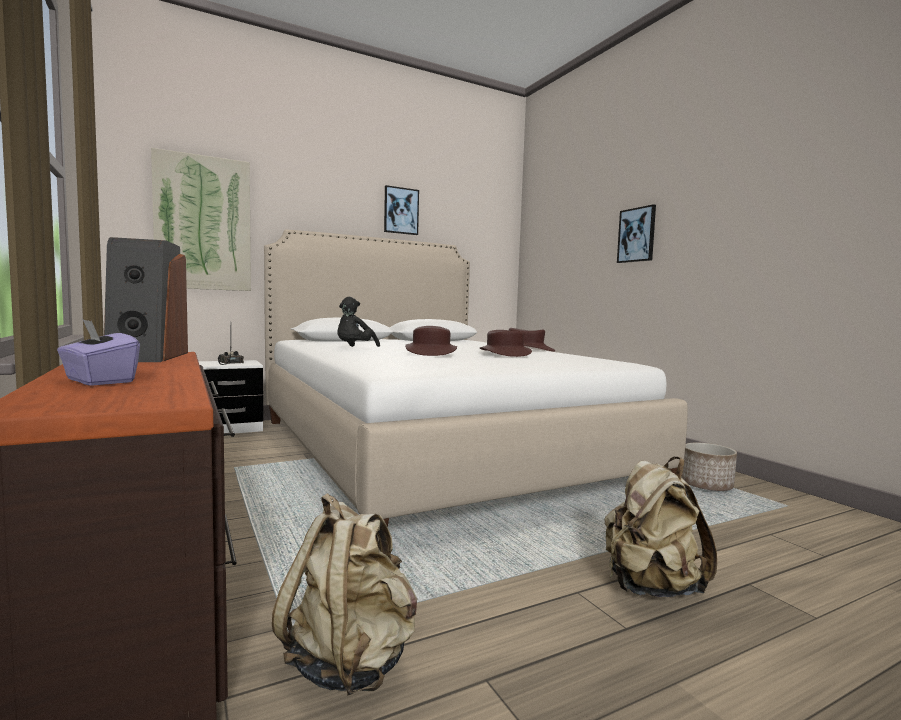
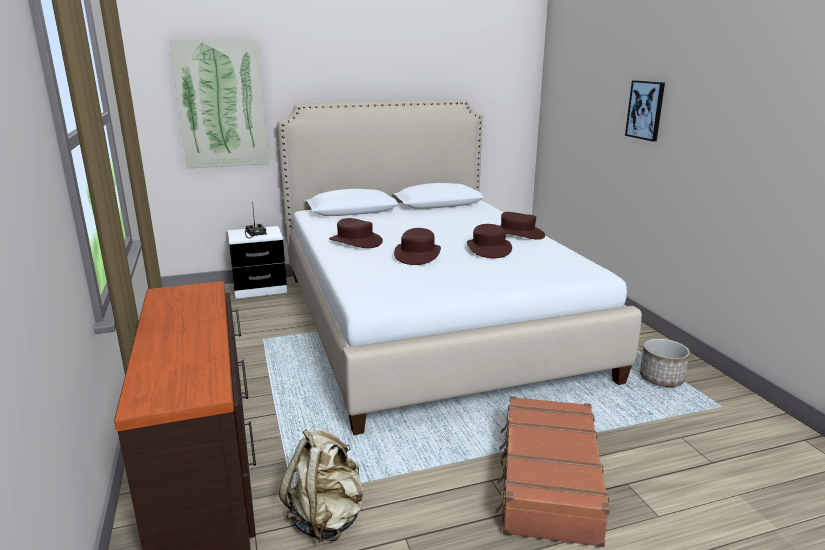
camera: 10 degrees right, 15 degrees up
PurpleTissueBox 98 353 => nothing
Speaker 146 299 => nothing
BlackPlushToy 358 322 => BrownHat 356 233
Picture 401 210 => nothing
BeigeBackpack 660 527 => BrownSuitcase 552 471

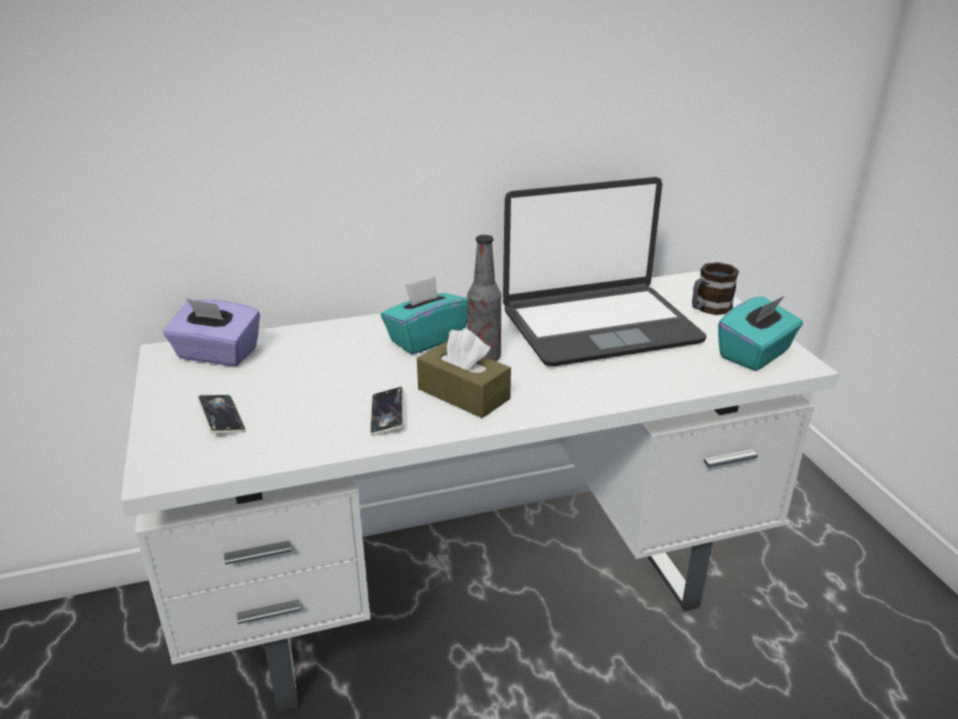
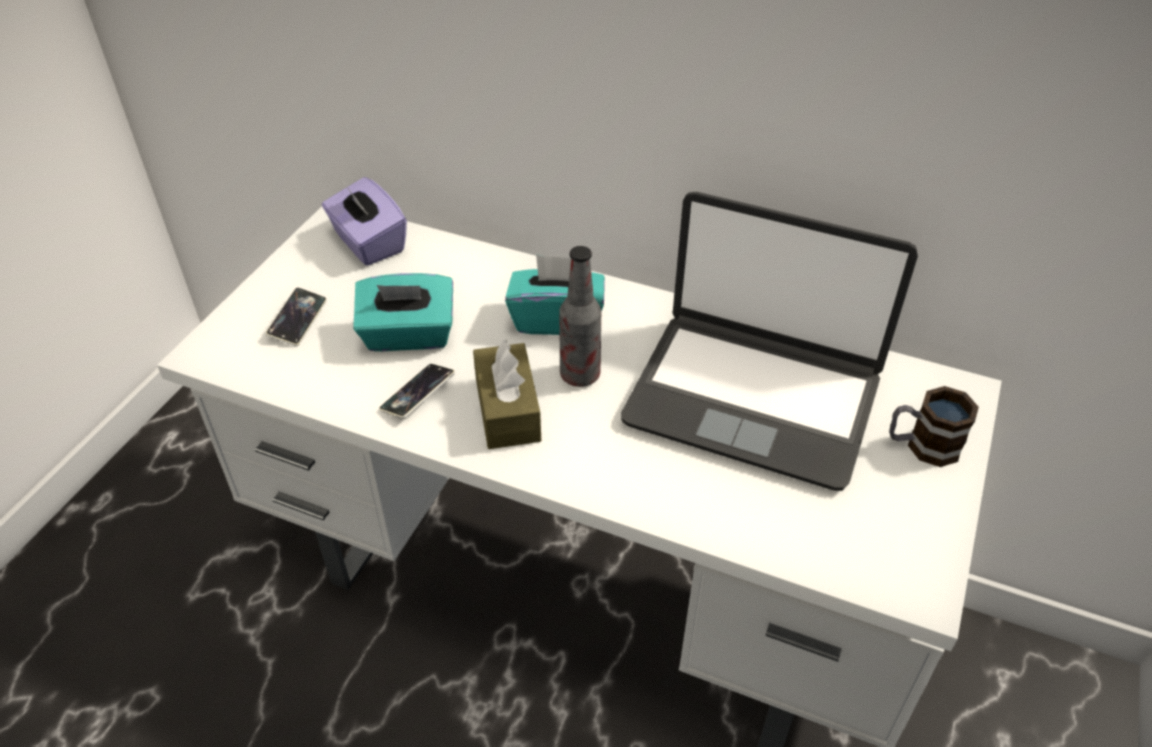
camera: 40 degrees right, 15 degrees up
TurquoiseTissueBox 760 333 => TurquoiseTissueBox 403 312, move

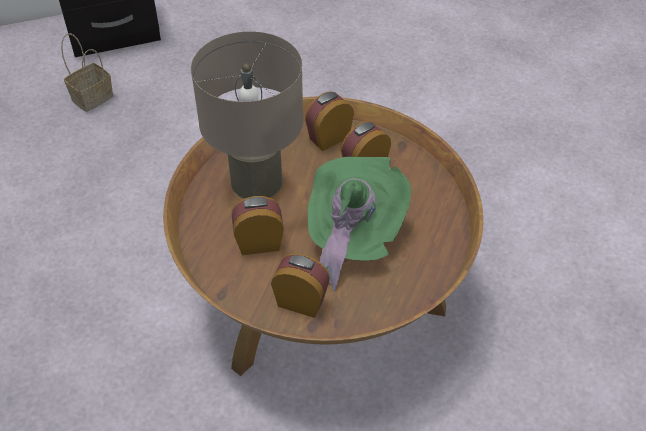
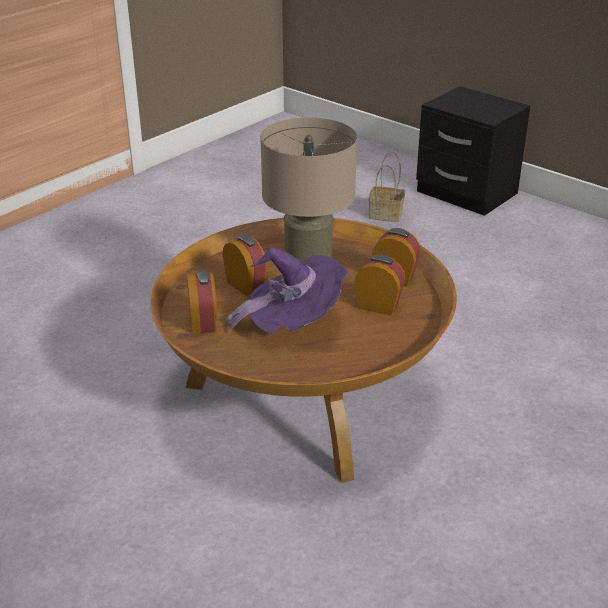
camera: 60 degrees right, 15 degrees down
GreenHat 359 224 => PurpleHat 286 291

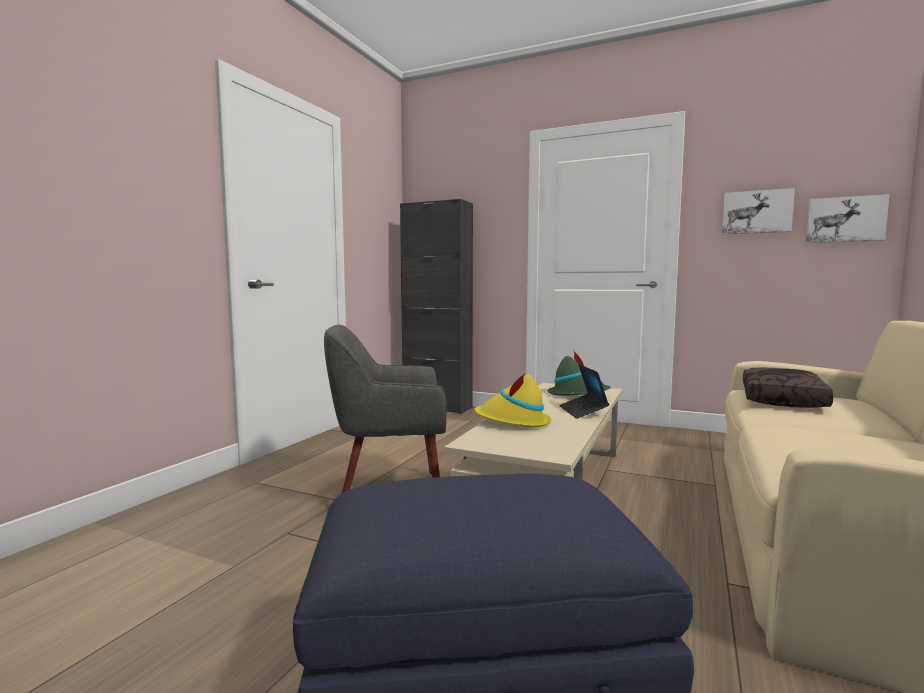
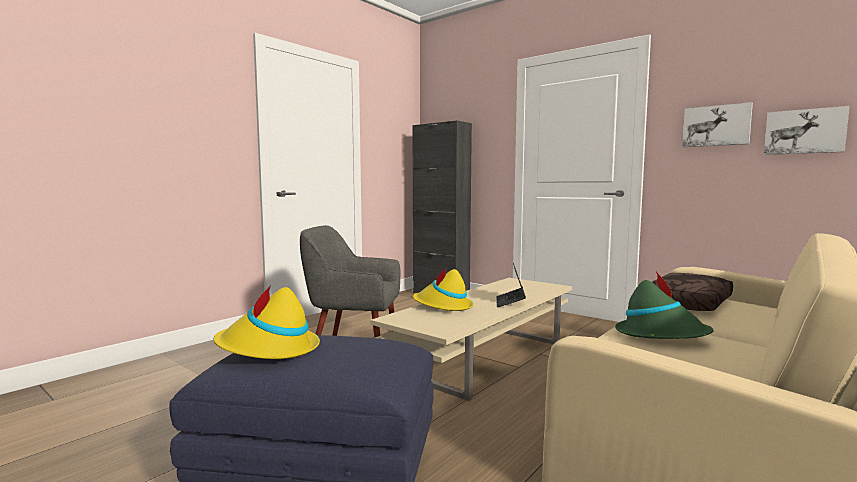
camera: 15 degrees right, 0 degrees up
GreenHat 579 373 => GreenHat 664 305, move
nothing => YellowHat 267 322

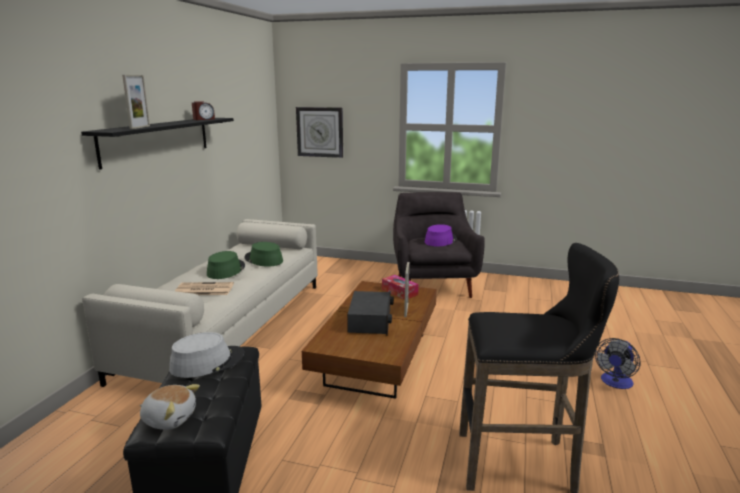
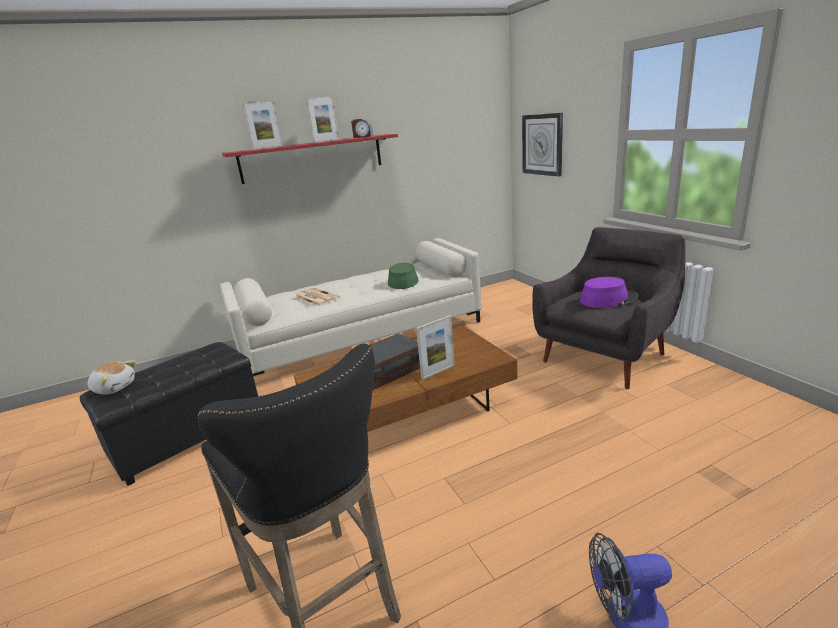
camera: 50 degrees right, 5 degrees up
BlackShelf 157 144 => RedShelf 310 159
PlushToy 170 407 => PlushToy 111 377, 45 degrees counterclockwise
GreyHat 207 355 => nothing
GreenHat 226 265 => nothing
TissueBox 400 287 => nothing
nothing => PictureFrame 322 119

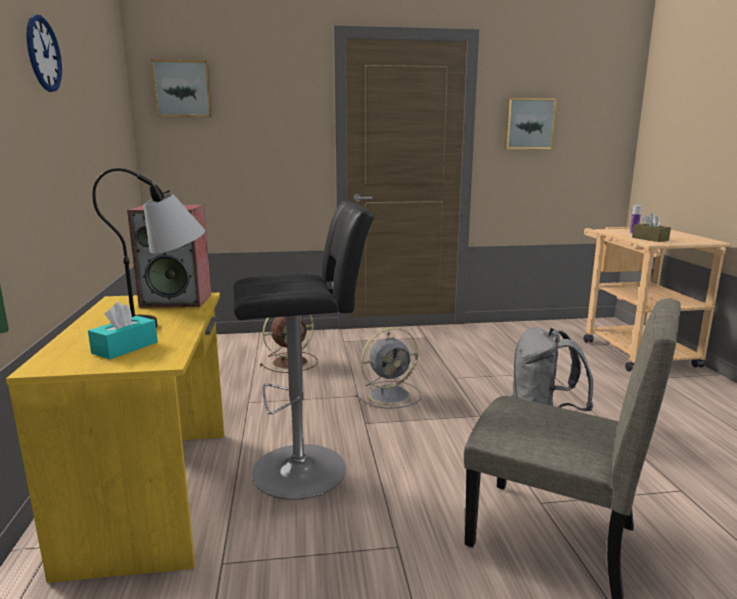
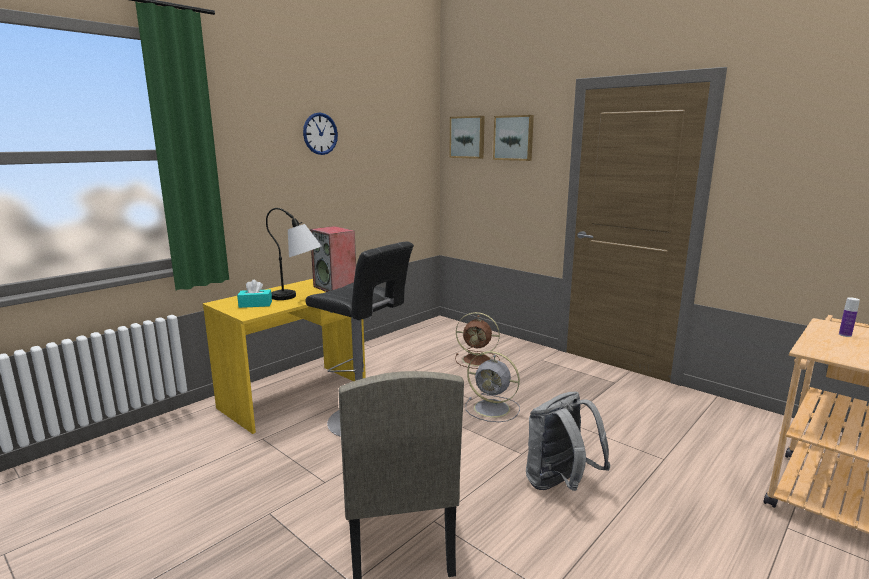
camera: 50 degrees right, 0 degrees up
Picture 530 123 => Picture 513 138, move
BrownTissueBox 651 227 => nothing

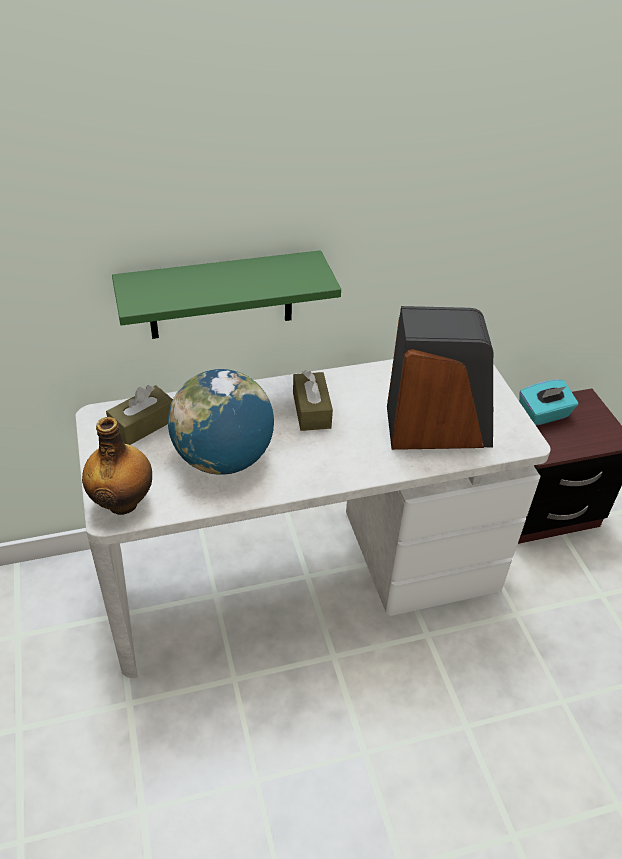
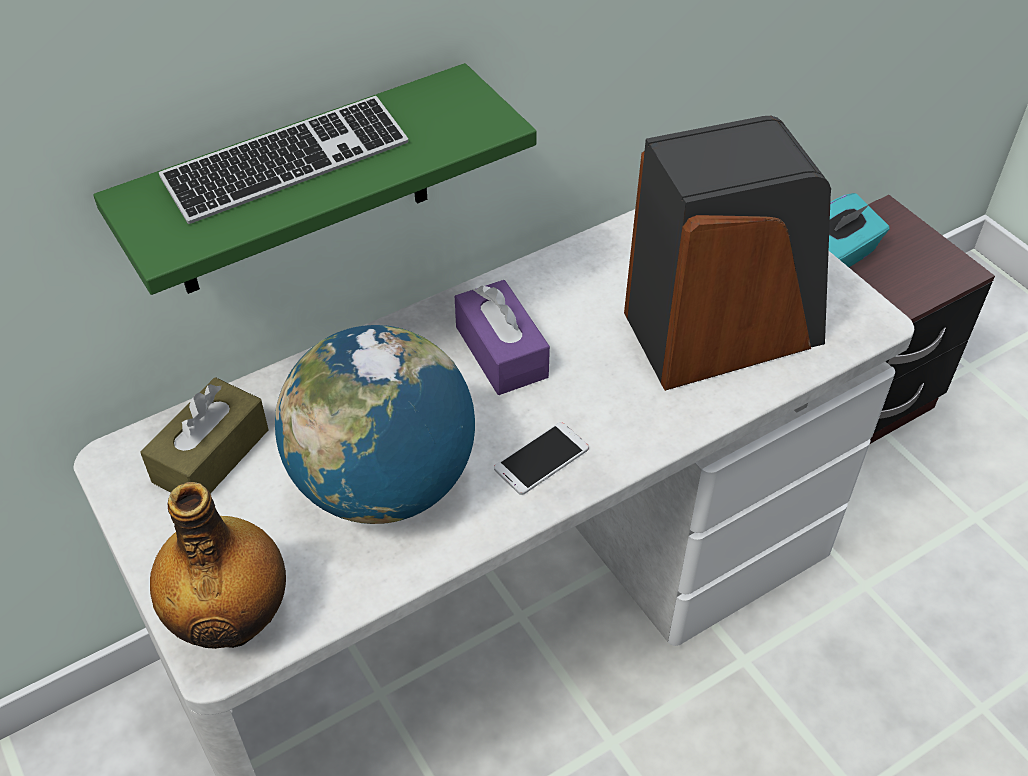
camera: 15 degrees left, 5 degrees up
BrownTissueBox 313 400 => PurpleTissueBox 502 337
nothing => Keyboard 283 160
nothing => Phone 541 458

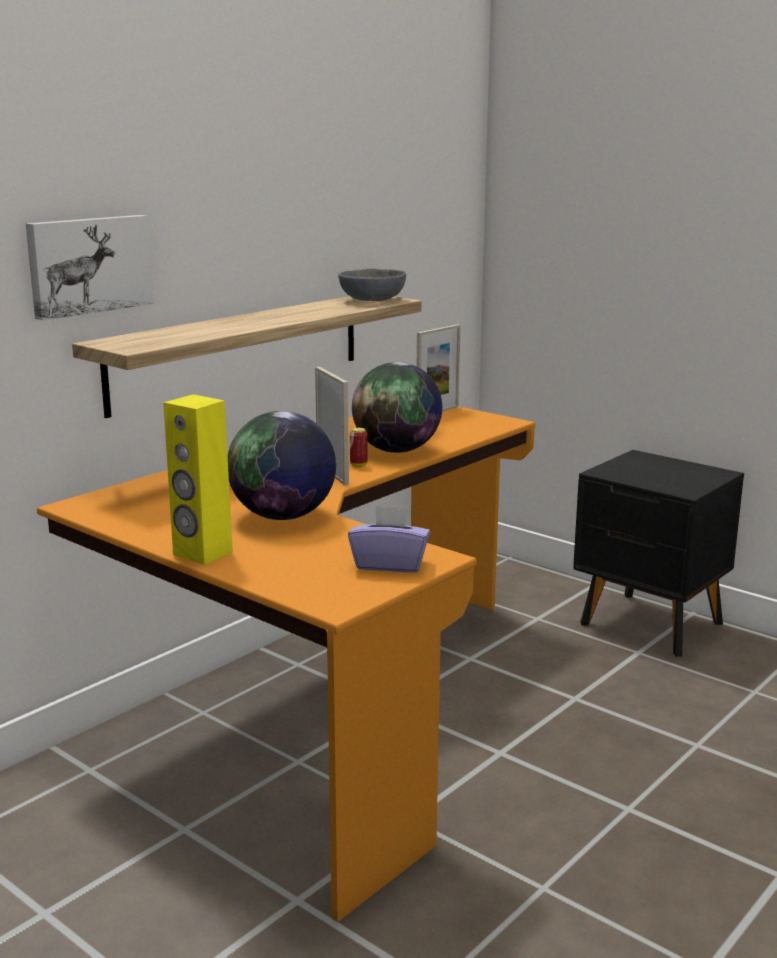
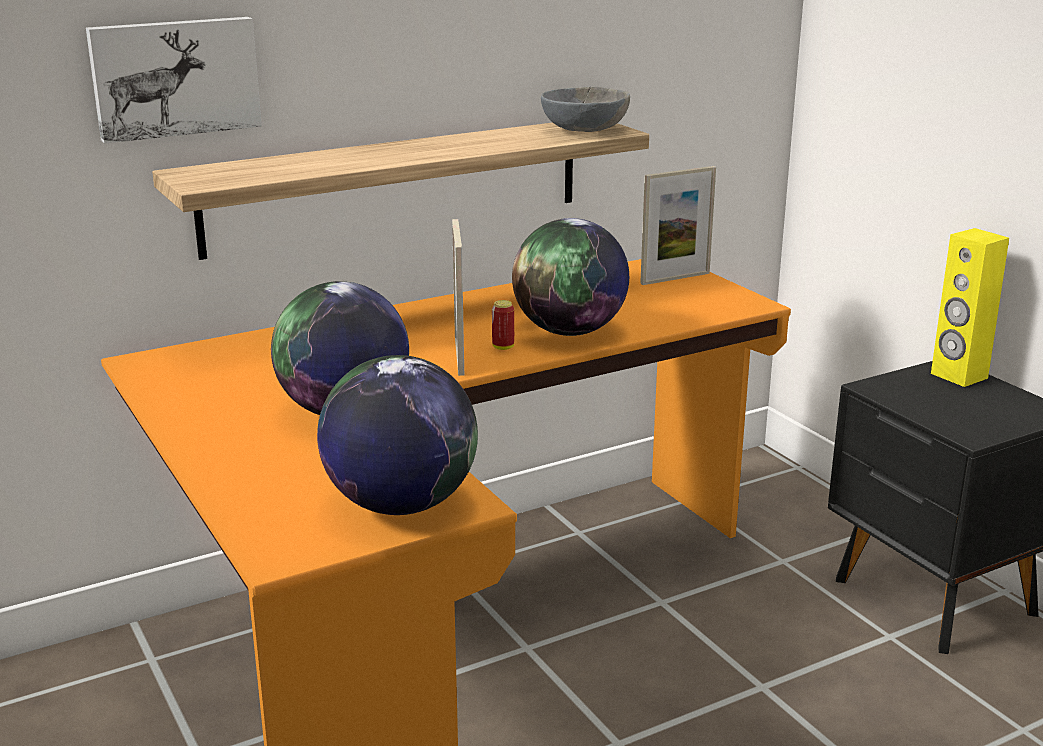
camera: 20 degrees right, 5 degrees up
YellowSpeaker 198 479 => YellowSpeaker 970 307, move
PurpleTissueBox 389 539 => Globe 397 435

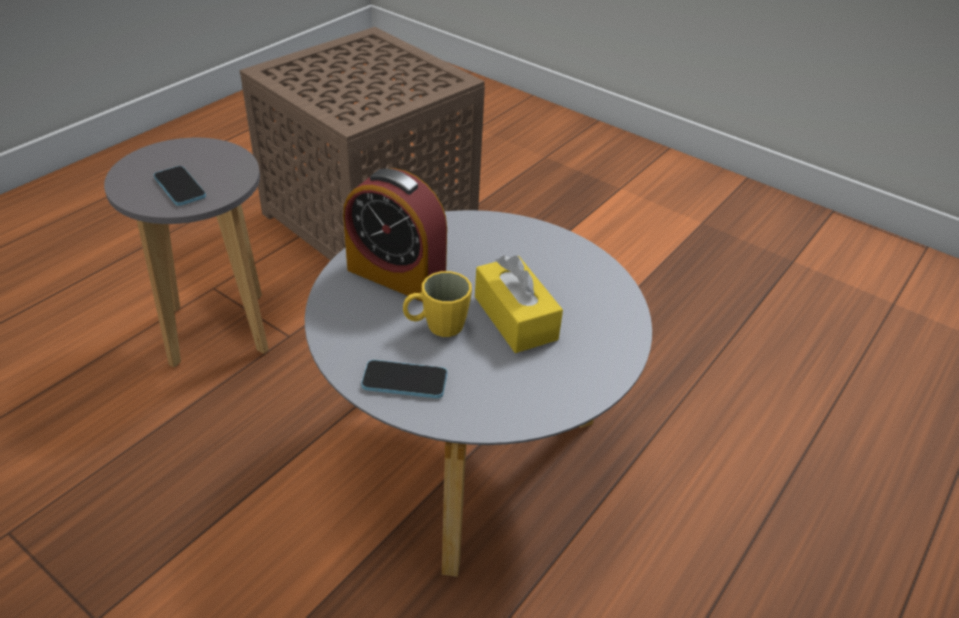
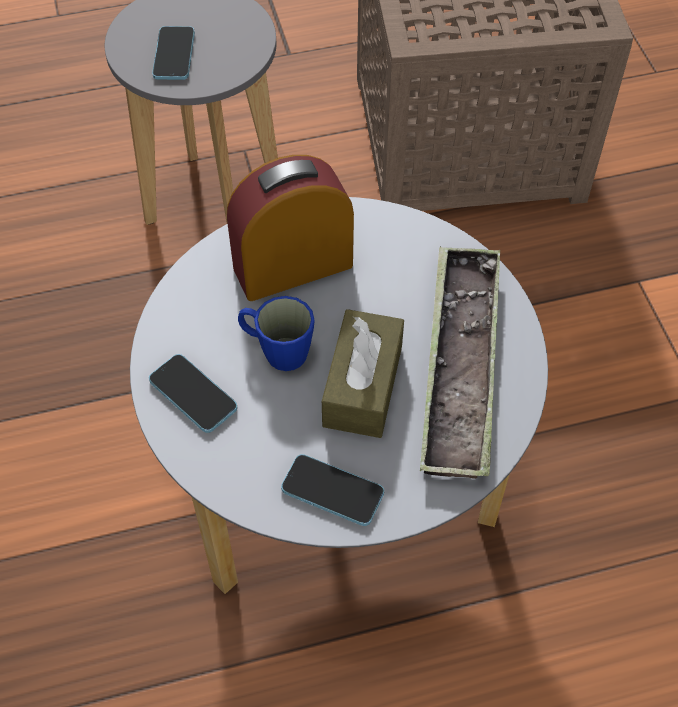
camera: 40 degrees right, 15 degrees up
AlarmClock 395 235 => AlarmClock 290 228, 90 degrees clockwise
YellowMug 437 304 => BlueMug 276 333
YellowTissueBox 519 304 => BrownTissueBox 363 373
nothing => Phone 332 490
nothing => Tray 460 362

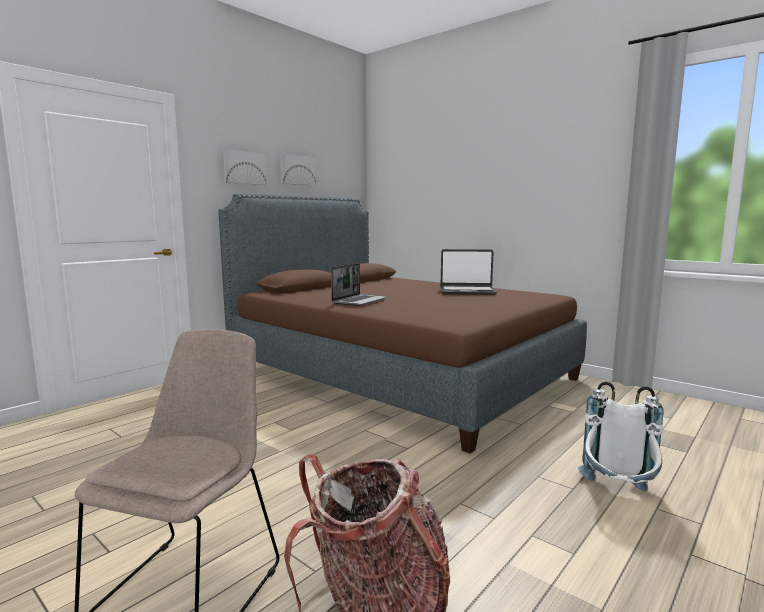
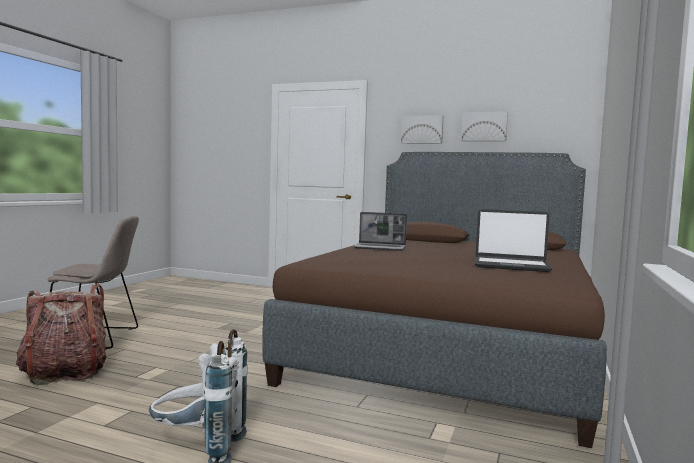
camera: 70 degrees right, 5 degrees down
Laptop 469 272 => Laptop 513 240, 60 degrees counterclockwise

